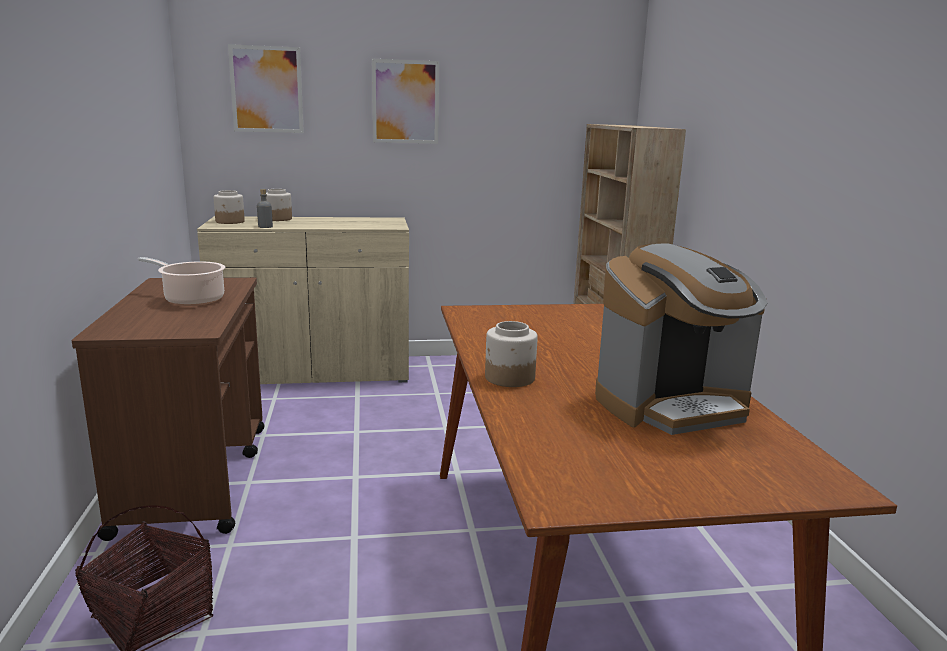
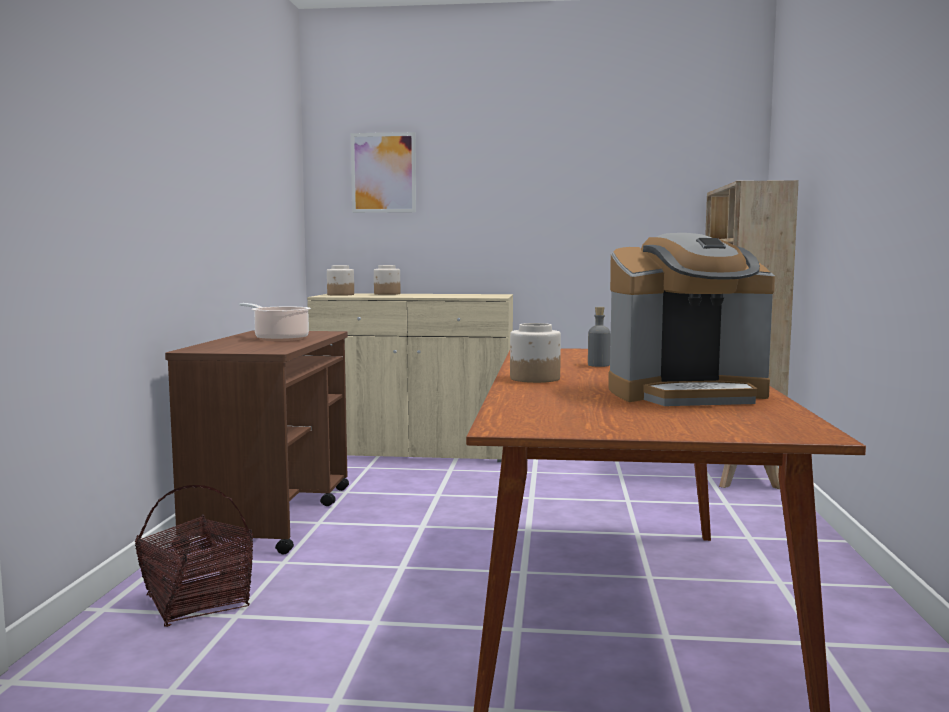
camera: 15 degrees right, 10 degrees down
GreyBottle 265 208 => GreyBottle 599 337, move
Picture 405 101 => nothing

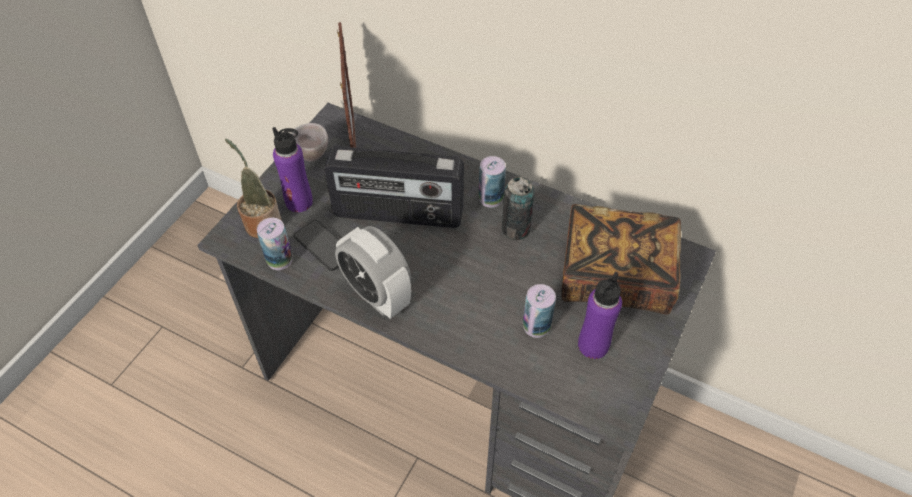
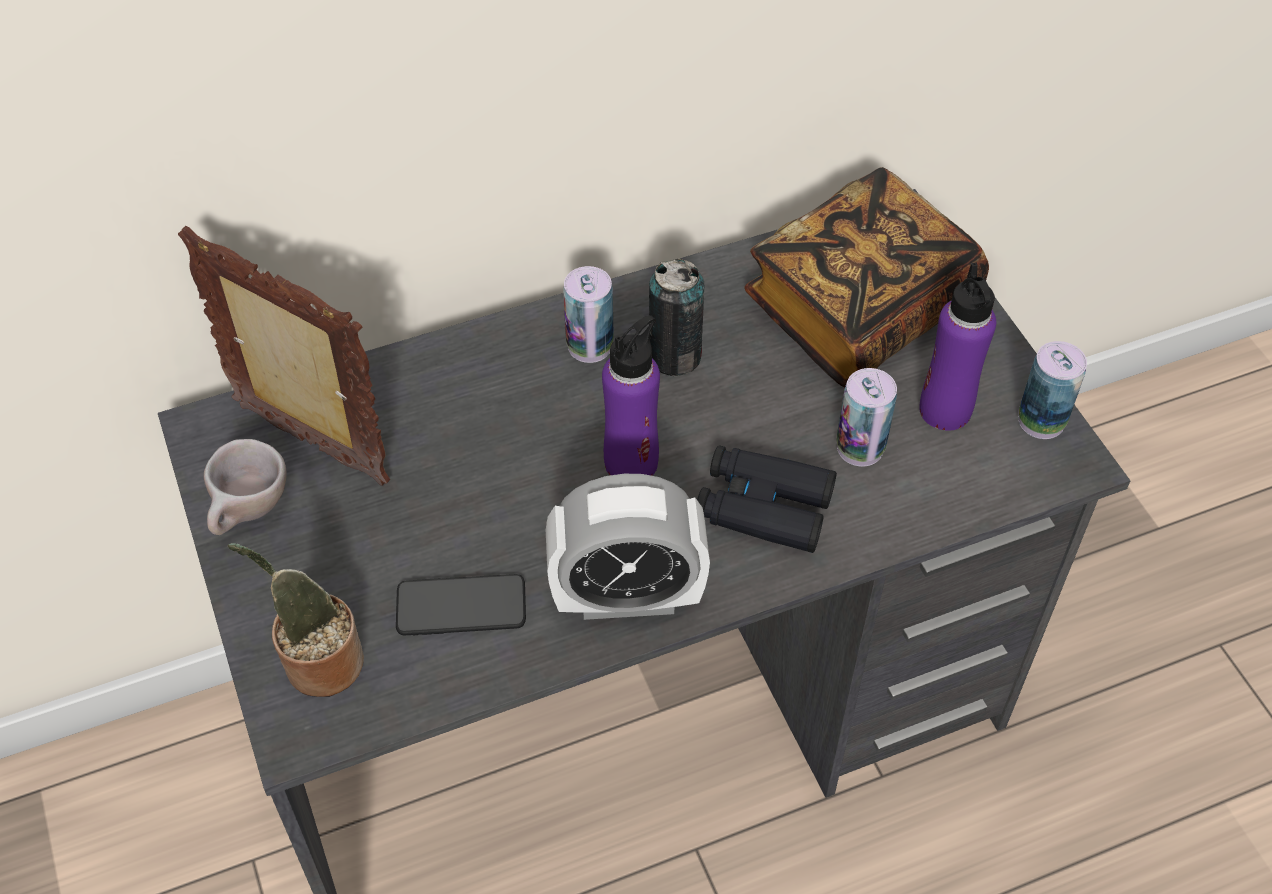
camera: 50 degrees left, 0 degrees up
Can 274 244 => Can 1053 390, move
PurpleBottle 292 169 => PurpleBottle 631 395, move
Radio 394 187 => nothing
nothing => BlackBinoculars 767 499

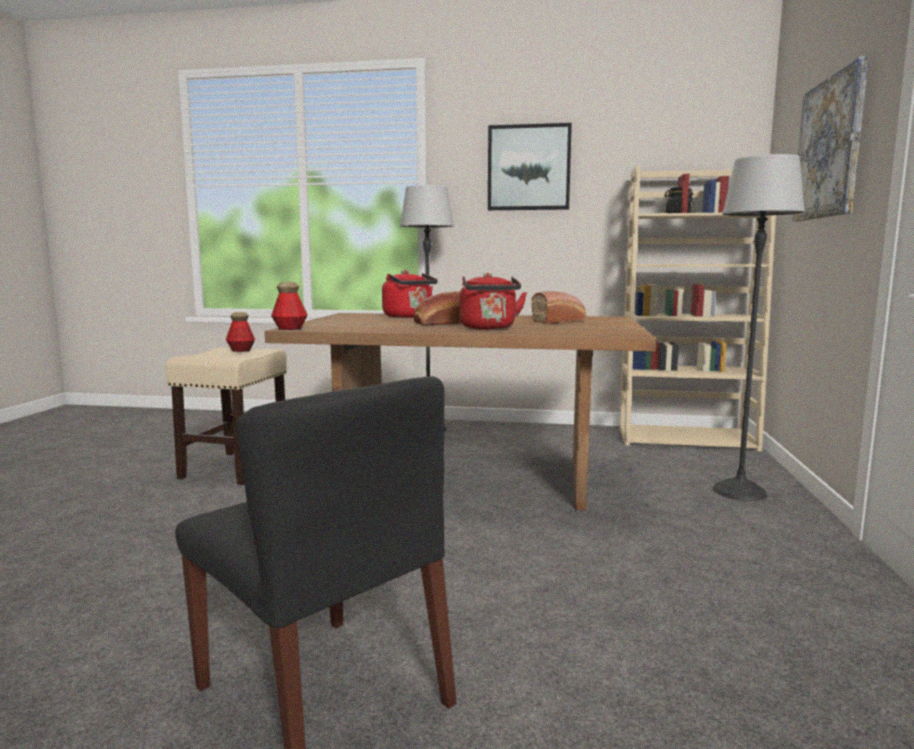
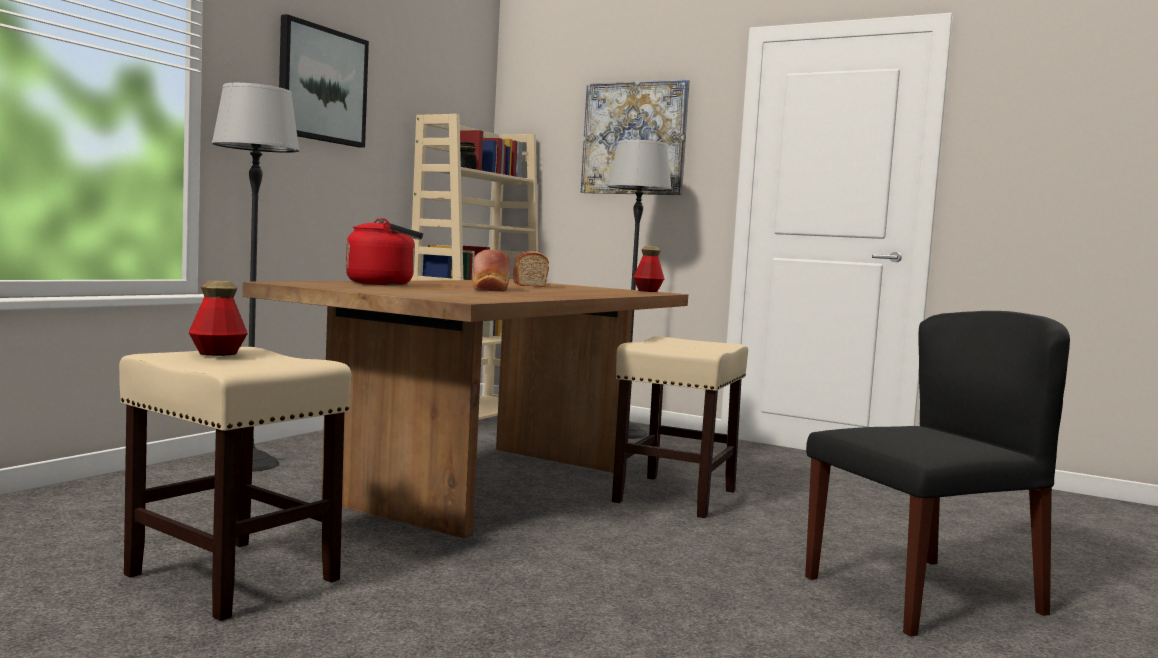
camera: 70 degrees left, 5 degrees down
Bottle 289 306 => Bottle 648 269, move
RedKettle 493 301 => nothing
nothing => BeigeStool 680 427

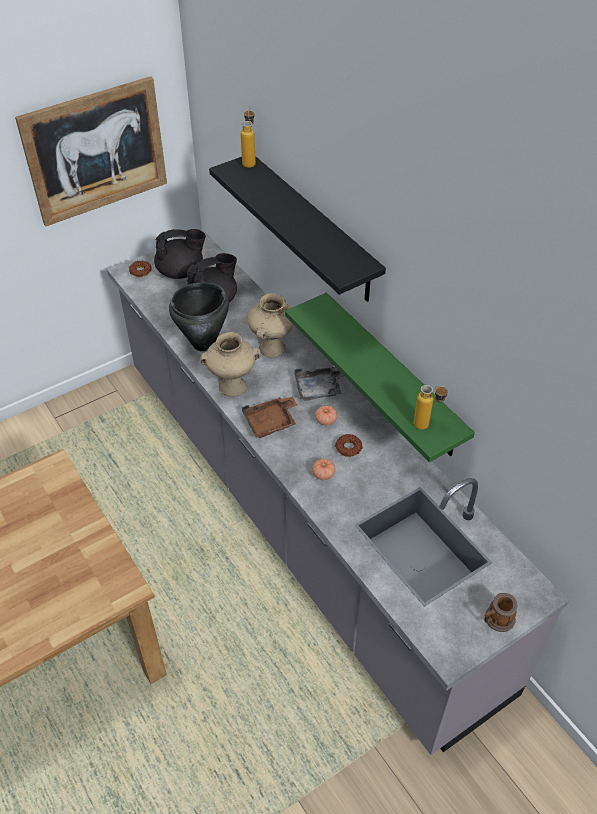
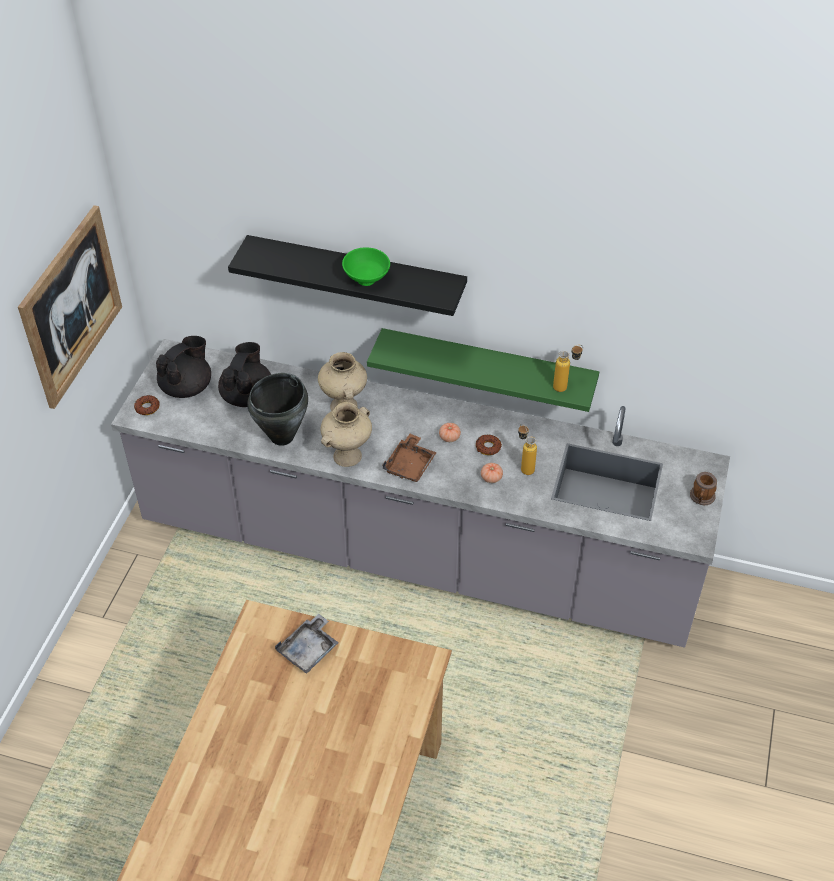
camera: 40 degrees left, 0 degrees up
Bottle 248 138 => Bottle 527 449, move
GreyTray 319 384 => GreyTray 307 644, move
nothing => GreenBowl 366 266

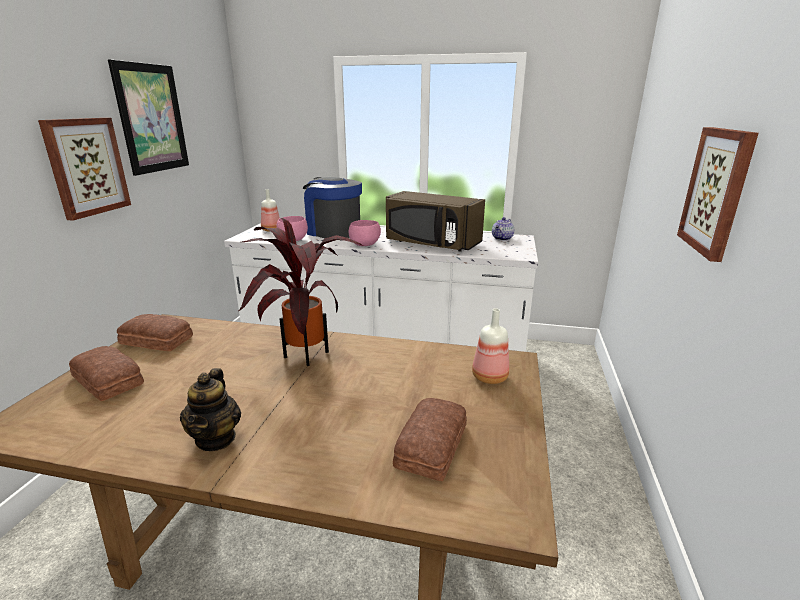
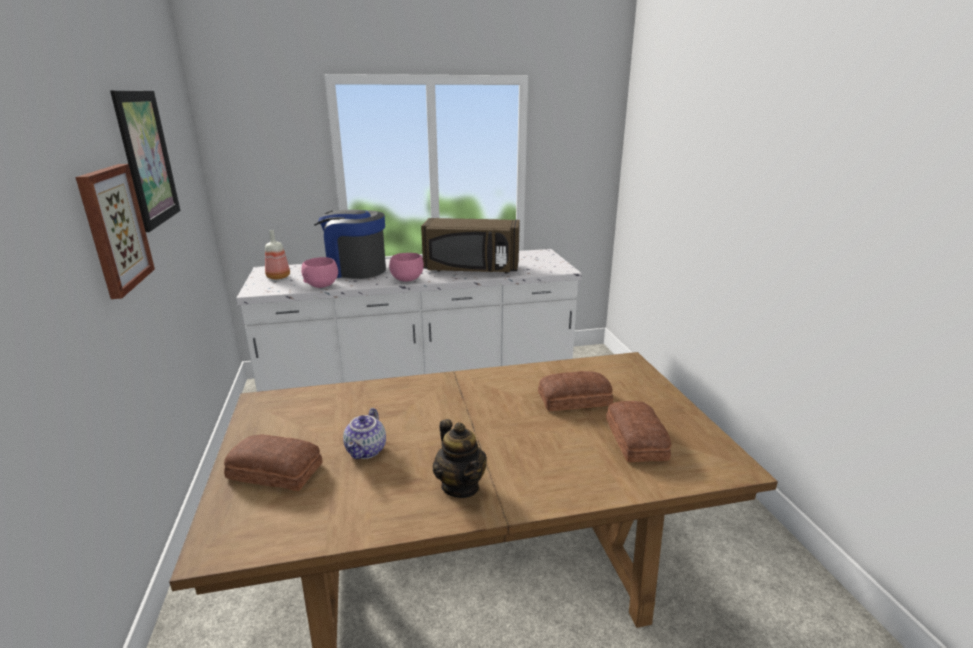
camera: 25 degrees left, 0 degrees up
Bread 155 332 => Bread 575 391, move
PottedPlant 300 292 => nothing
Bottle 490 346 => nothing
Teapot 503 229 => Teapot 364 434, move
Picture 717 194 => nothing

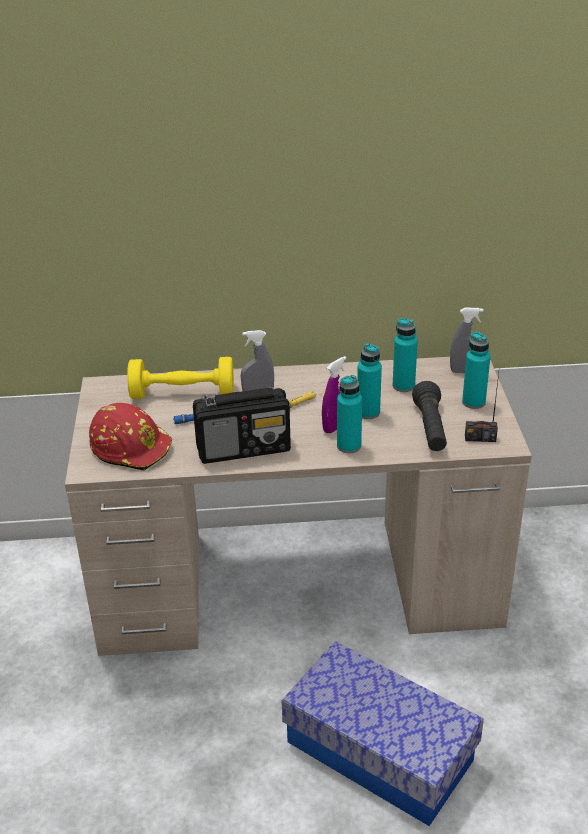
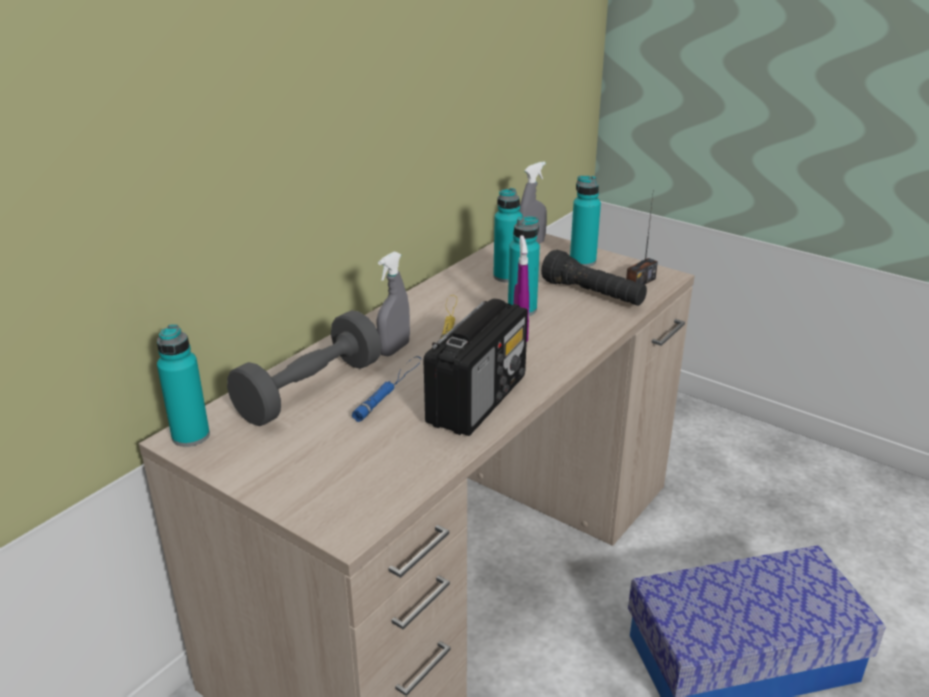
camera: 50 degrees left, 5 degrees down
RedHardHat 130 437 => nothing
YellowDumbbell 180 378 => GreyDumbbell 304 368
TurquoiseBottle 349 414 => TurquoiseBottle 183 385, move

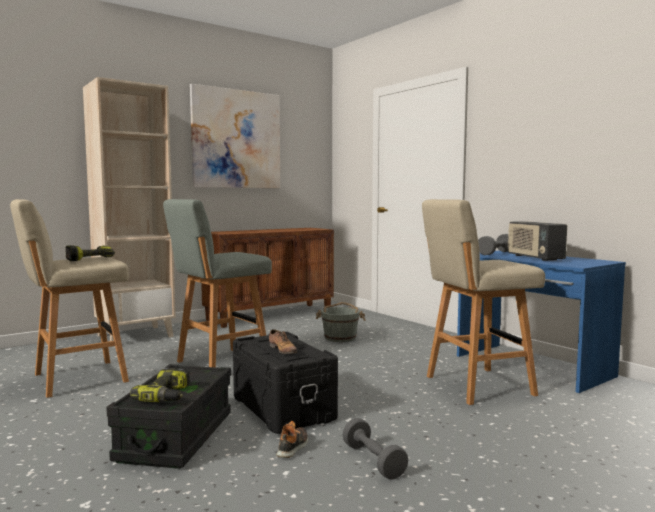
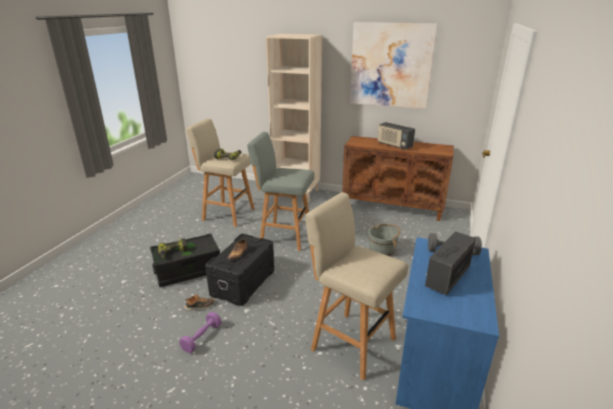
camera: 55 degrees right, 20 degrees up
GreyDumbbell 375 449 => PurpleDumbbell 200 332
nothing => Radio 396 136

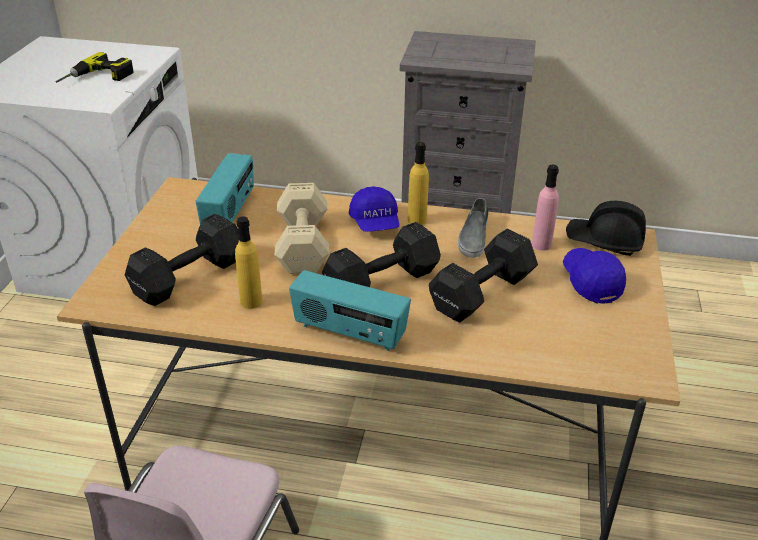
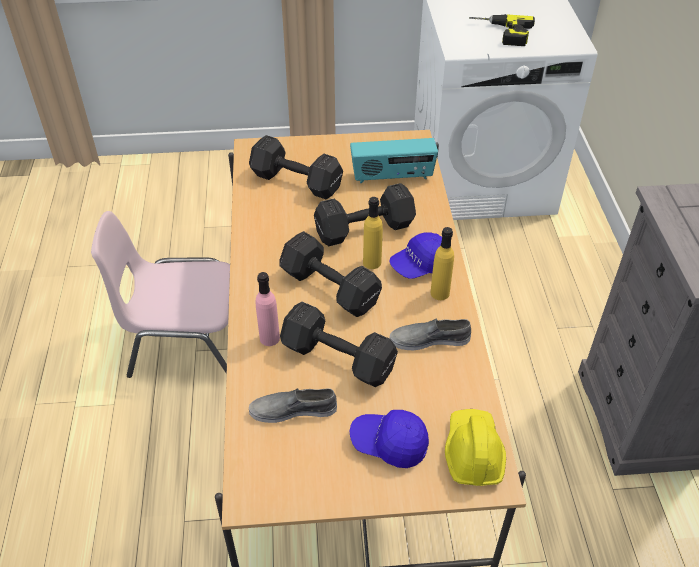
camera: 75 degrees right, 10 degrees up
YellowBottle 248 263 => YellowBottle 373 233, move
BeigeDumbbell 302 228 => BlackDumbbell 365 214
Radio 350 310 => nothing
PinkBottle 545 208 => PinkBottle 267 309, move
BlueCap 594 276 => BlueCap 389 439, 135 degrees counterclockwise
BlackHardHat 606 228 => YellowHardHat 475 447
nothing => GreyShoe 293 405

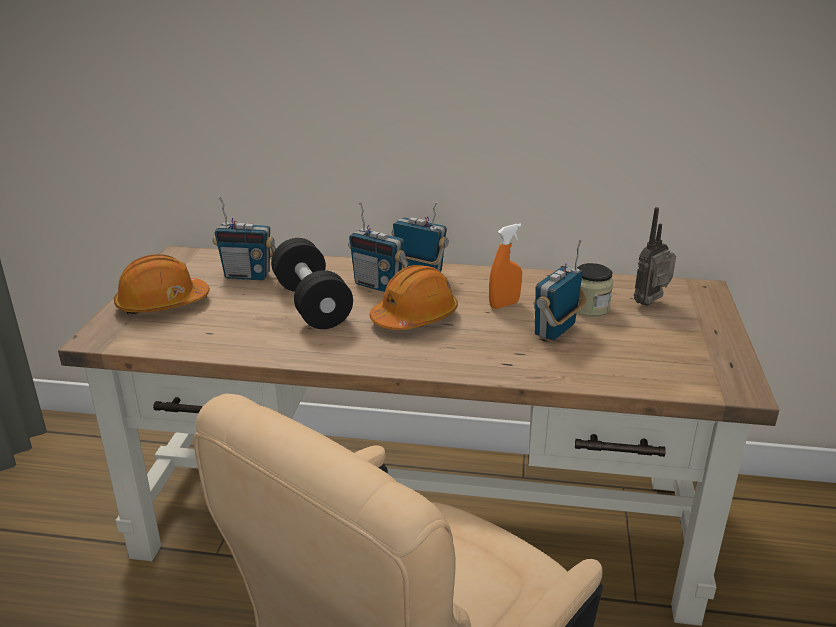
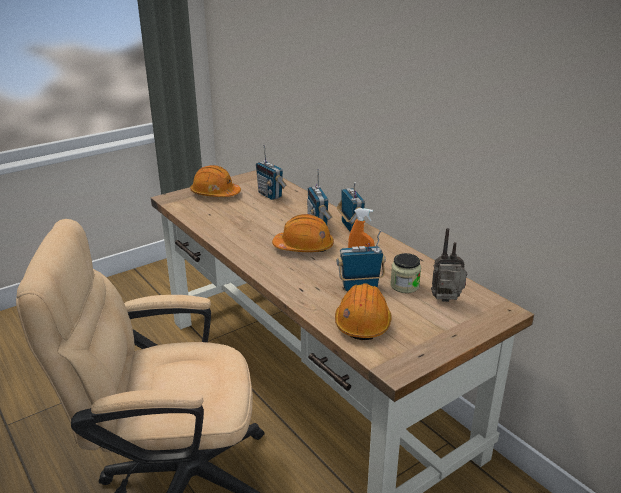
camera: 45 degrees right, 0 degrees up
BlackDumbbell 312 283 => nothing
nothing => OrangeHardHat 363 311

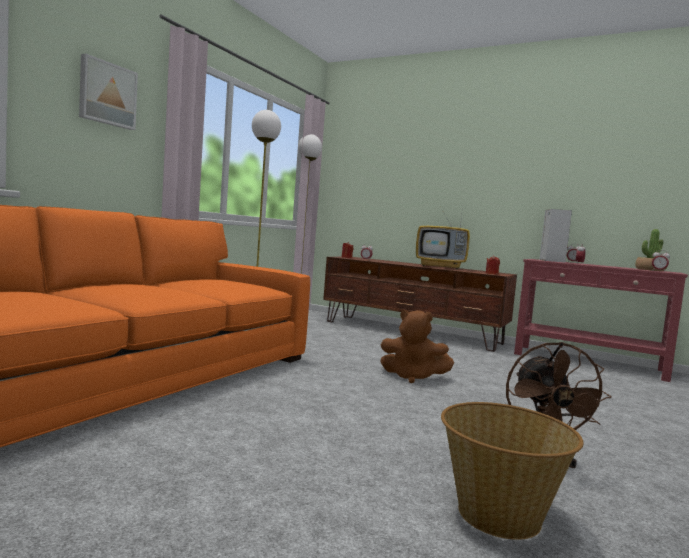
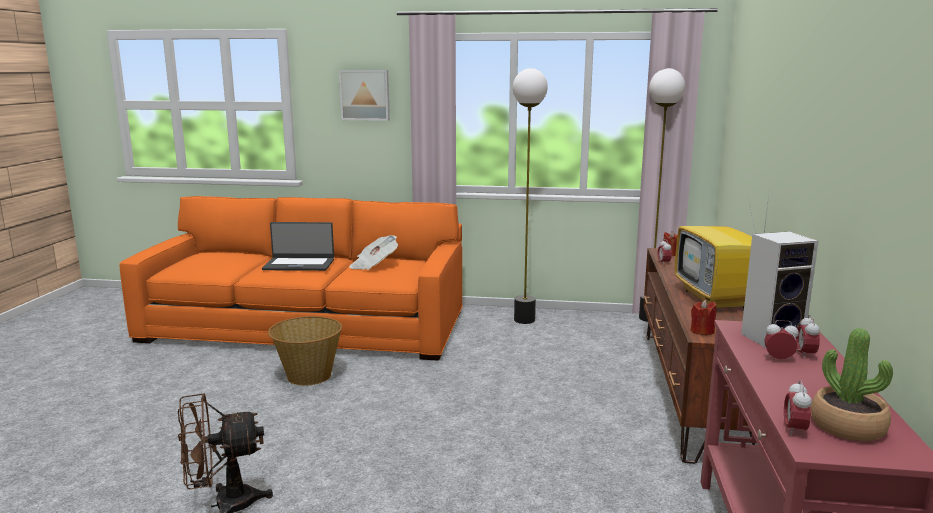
camera: 70 degrees right, 10 degrees up
BrownPlushToy 417 346 => nothing
Basket 512 471 => Basket 305 351, move
nothing => Laptop 298 246
nothing => Newspaper 373 252

